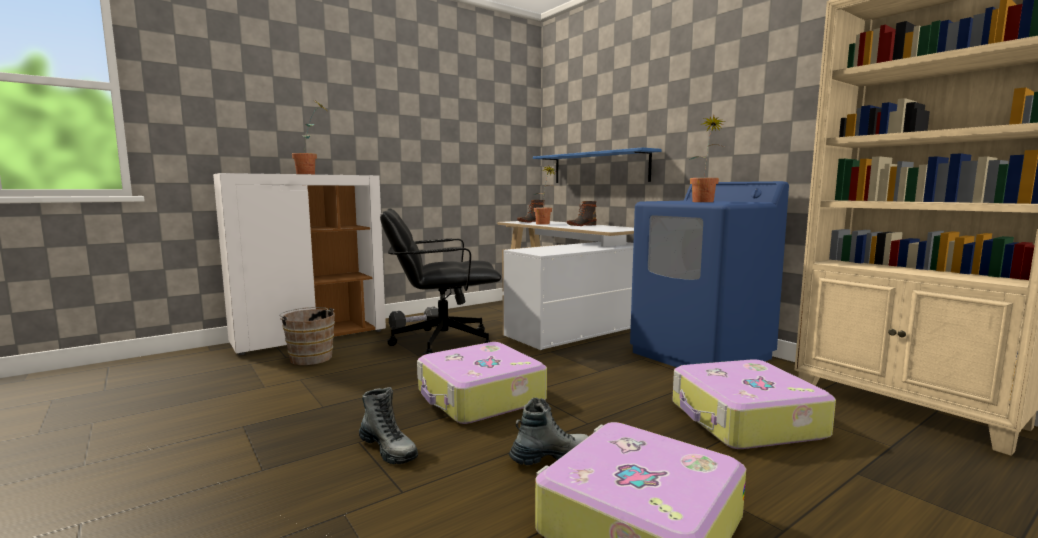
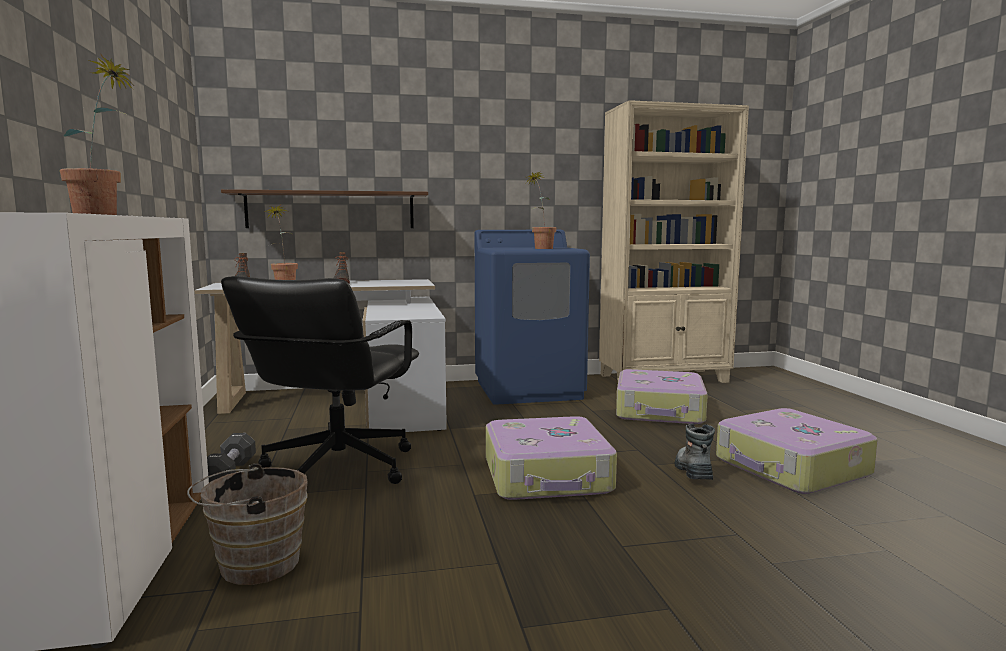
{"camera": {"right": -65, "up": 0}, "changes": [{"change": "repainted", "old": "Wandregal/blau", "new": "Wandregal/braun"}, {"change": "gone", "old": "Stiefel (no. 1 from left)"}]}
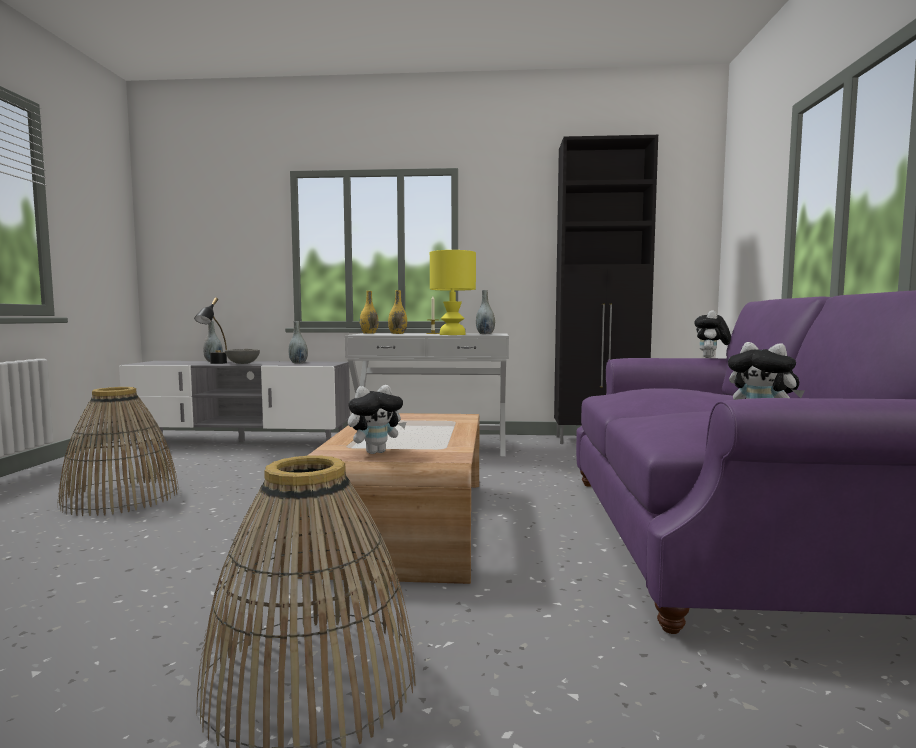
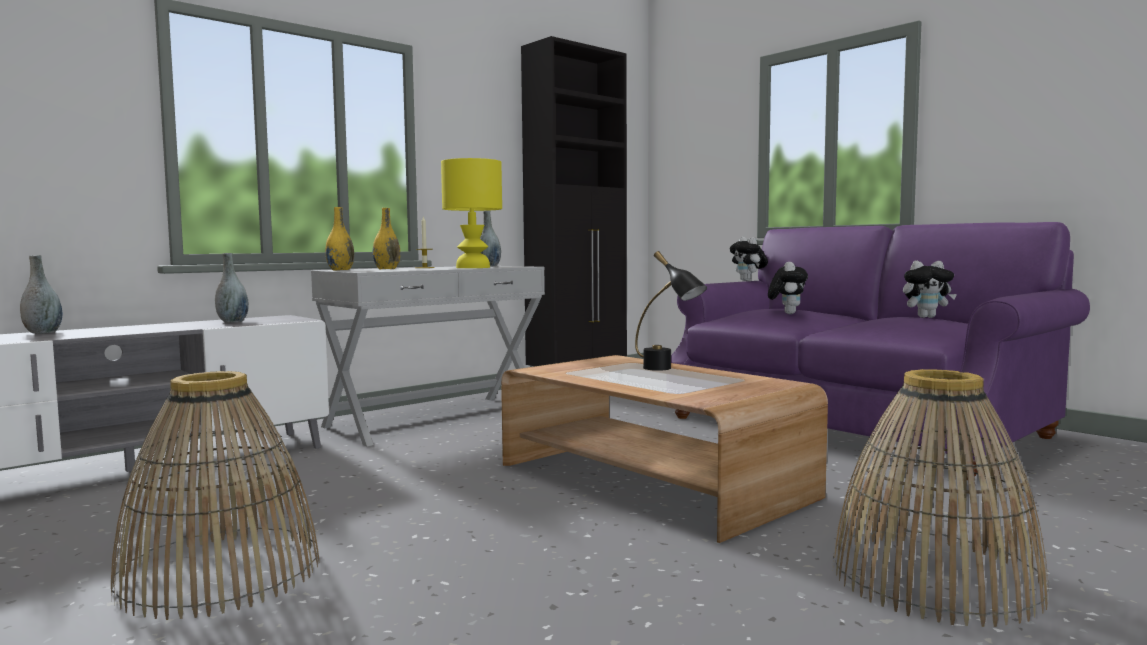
{"camera": {"right": -45, "up": 0}, "changes": [{"change": "shifted", "old": "Tischlampe/schwarz"}, {"change": "shifted", "old": "Plüschtier (no. 1 from left in the first image)", "new": "Plüschtier (no. 2 from left)"}, {"change": "gone", "old": "Schüssel/grau"}]}
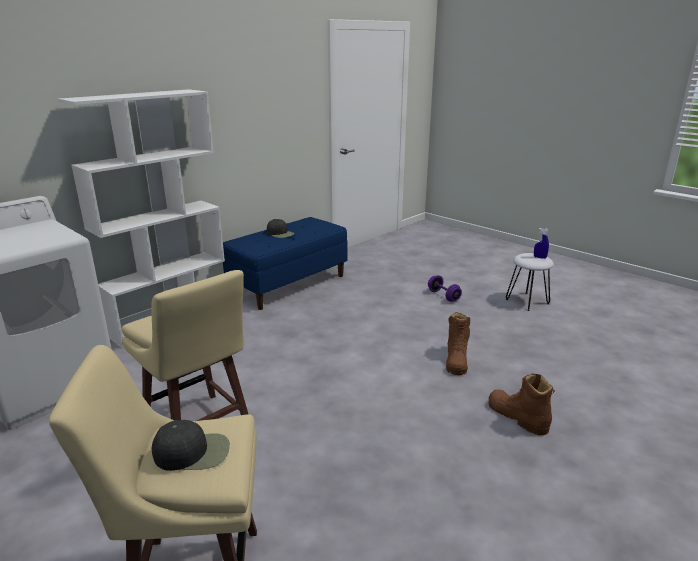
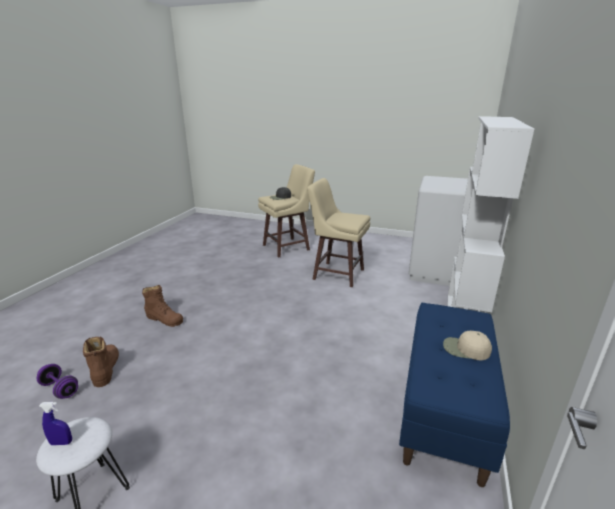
{"camera": {"right": 155, "up": 0}, "changes": [{"change": "shifted", "old": "Hantel/lila"}, {"change": "shifted", "old": "Stiefel/braun (no. 1 from left)"}, {"change": "repainted", "old": "Kappe/schwarz (no. 2 from left)", "new": "Kappe/beige"}]}
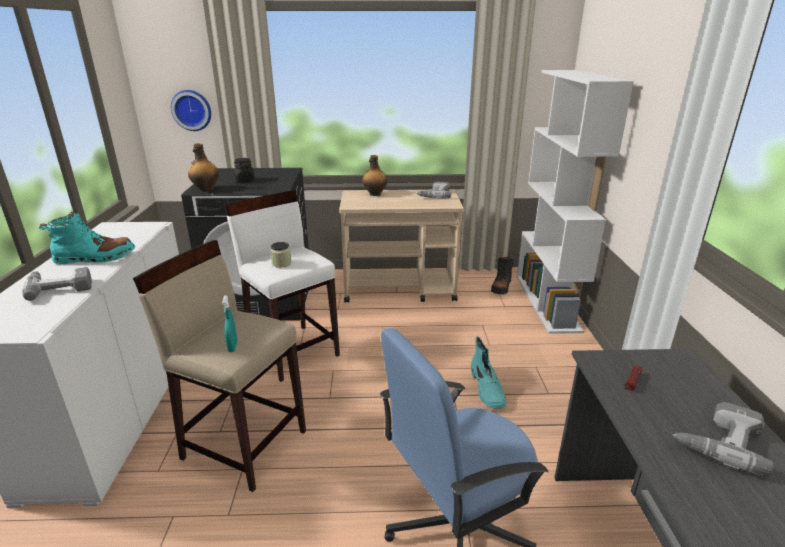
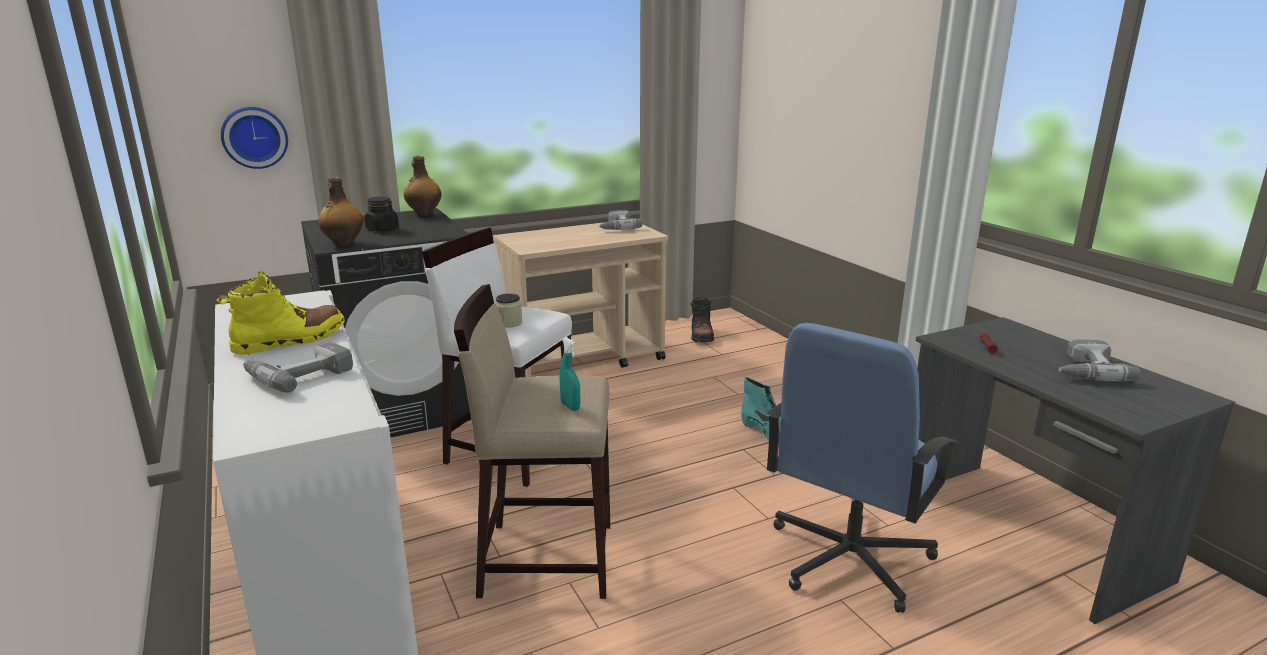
{"camera": {"right": -25, "up": -5}, "changes": [{"change": "repainted", "old": "Stiefel/türkis (no. 1 from left)", "new": "Stiefel/gelb"}, {"change": "shifted", "old": "Flasche (no. 2 from left)"}, {"change": "gone", "old": "Bücherregal/weiß"}]}
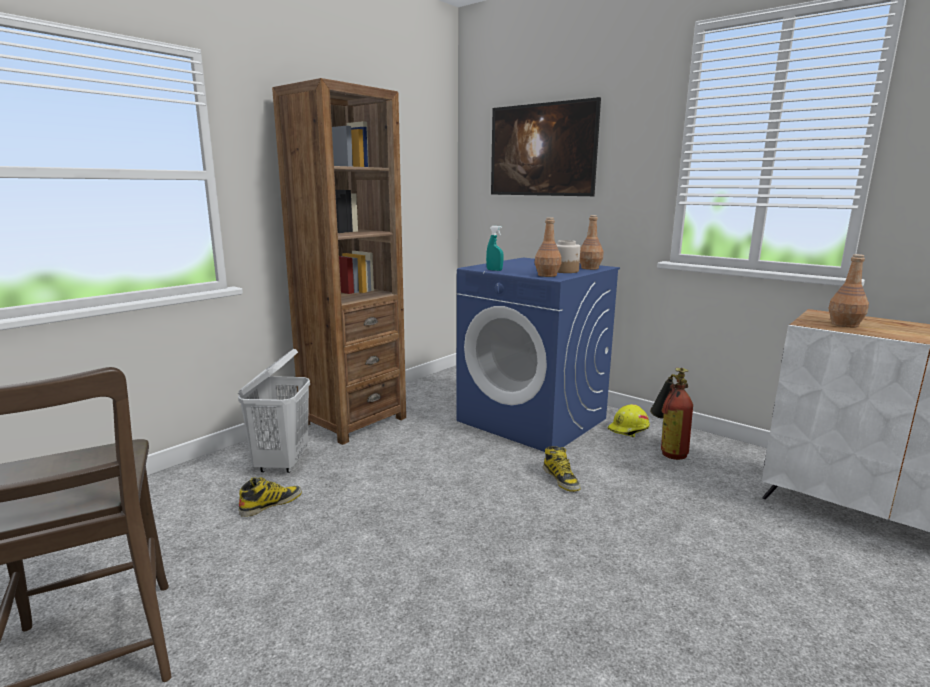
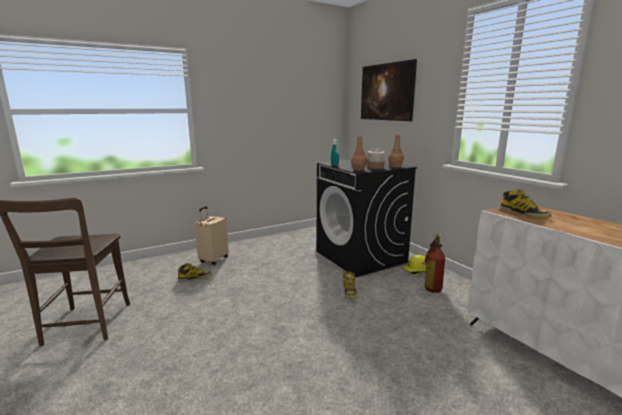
{"camera": {"right": 20, "up": 0}, "changes": [{"change": "swapped", "old": "Wäschekorb/weiß", "new": "Koffer/beige"}, {"change": "repainted", "old": "Waschmaschine/blau", "new": "Waschmaschine/schwarz"}, {"change": "swapped", "old": "Flasche/braun (no. 3 from left)", "new": "Stiefel (no. 3 from left)"}, {"change": "gone", "old": "Bücherregal/braun"}]}
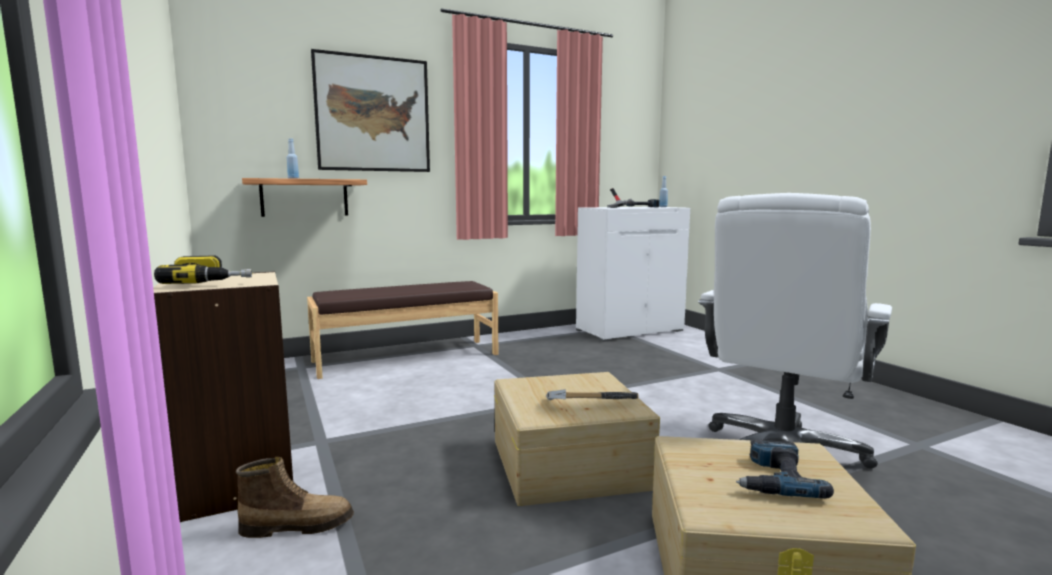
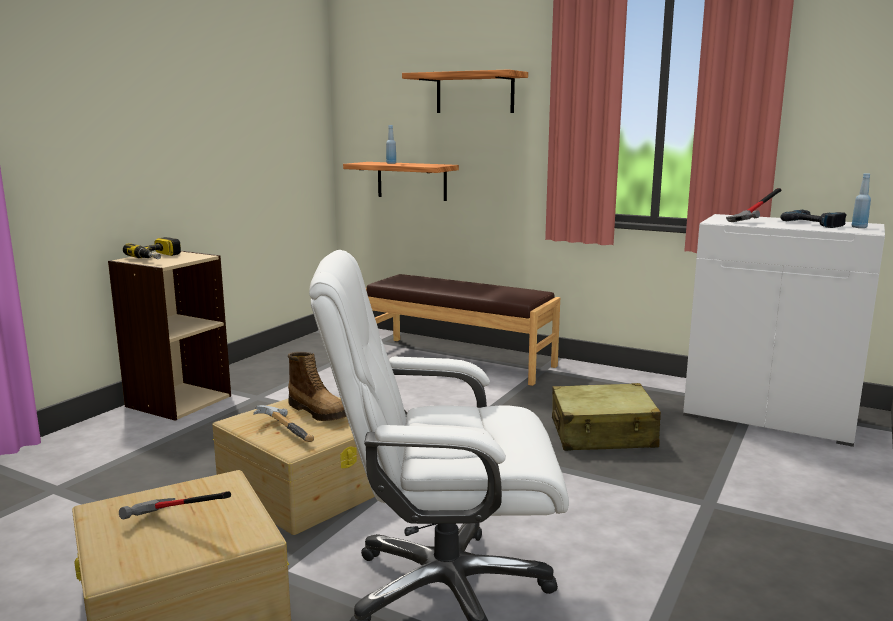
{"camera": {"right": 55, "up": 5}, "changes": [{"change": "swapped", "old": "Bohrmaschine (no. 3 from left)", "new": "Hammer (no. 1 from left)"}, {"change": "shifted", "old": "Stiefel"}, {"change": "swapped", "old": "Bild", "new": "Wandregal (no. 2 from left)"}, {"change": "new", "new": "Koffer/beige"}]}
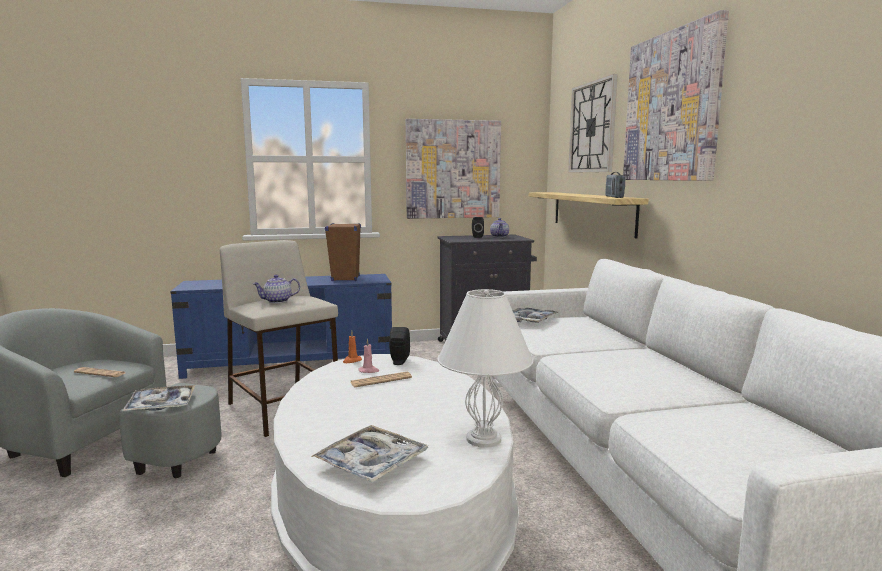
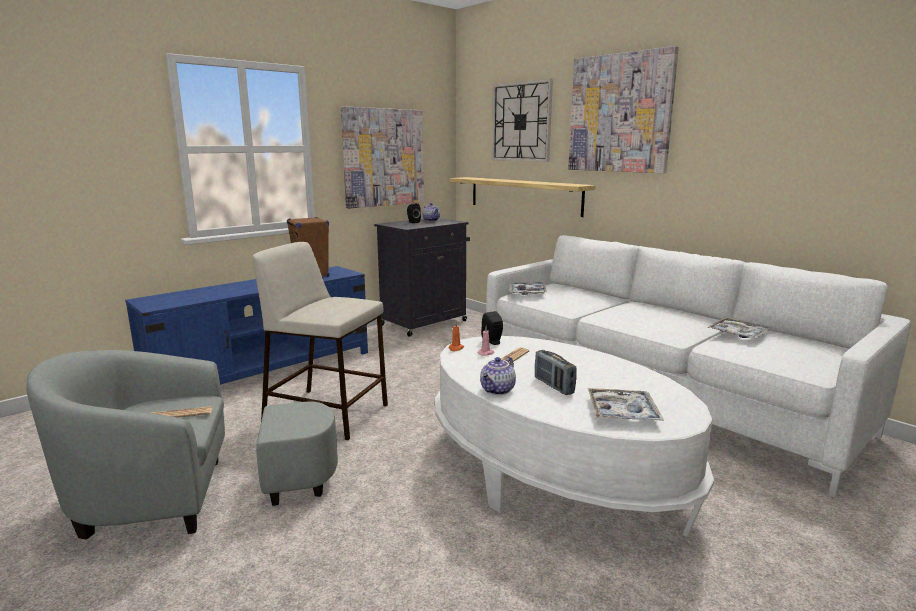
{"camera": {"right": -30, "up": 5}, "changes": [{"change": "shifted", "old": "Teekanne (no. 1 from left in the first image)", "new": "Teekanne (no. 2 from left)"}, {"change": "shifted", "old": "Radio"}, {"change": "shifted", "old": "Tablett (no. 1 from left in the first image)", "new": "Tablett (no. 3 from left)"}, {"change": "gone", "old": "Tischlampe/weiß"}]}
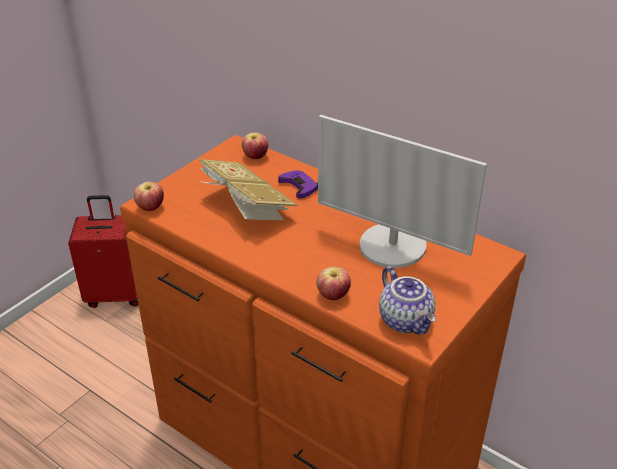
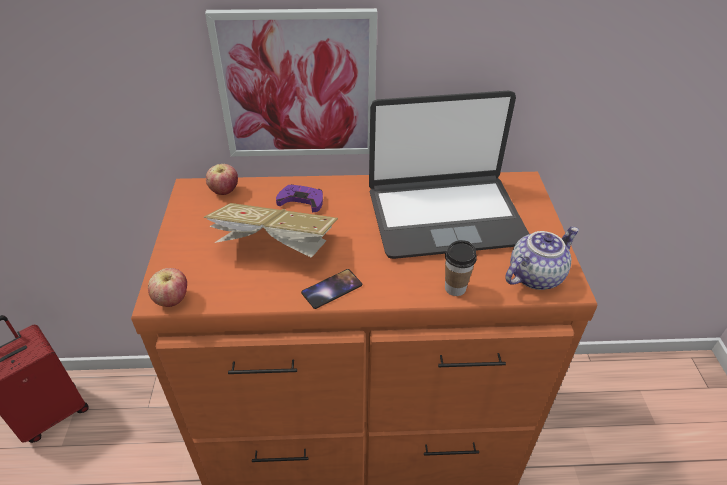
{"camera": {"right": -40, "up": 5}, "changes": [{"change": "new", "new": "Bild"}, {"change": "new", "new": "Handy"}, {"change": "swapped", "old": "Monitor", "new": "Laptop"}, {"change": "swapped", "old": "Apfel (no. 3 from left)", "new": "Tasse"}, {"change": "rotated", "old": "Teekanne", "degrees": -60}]}
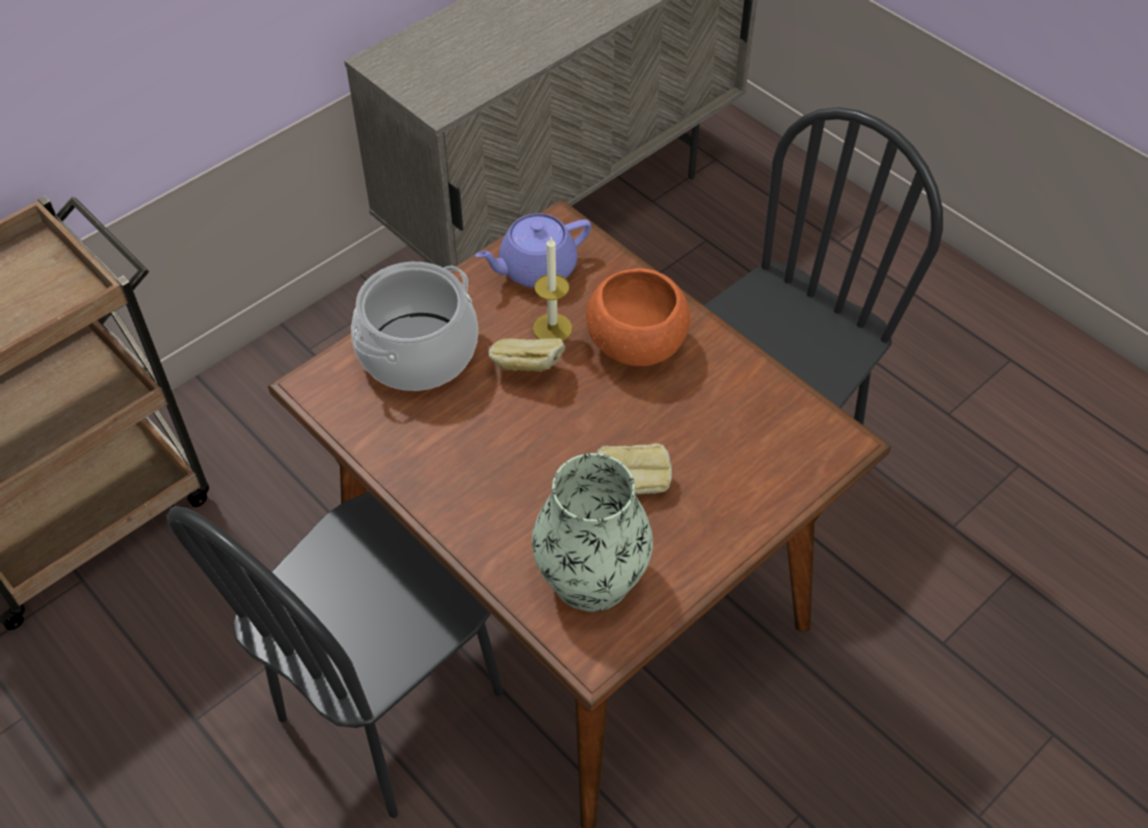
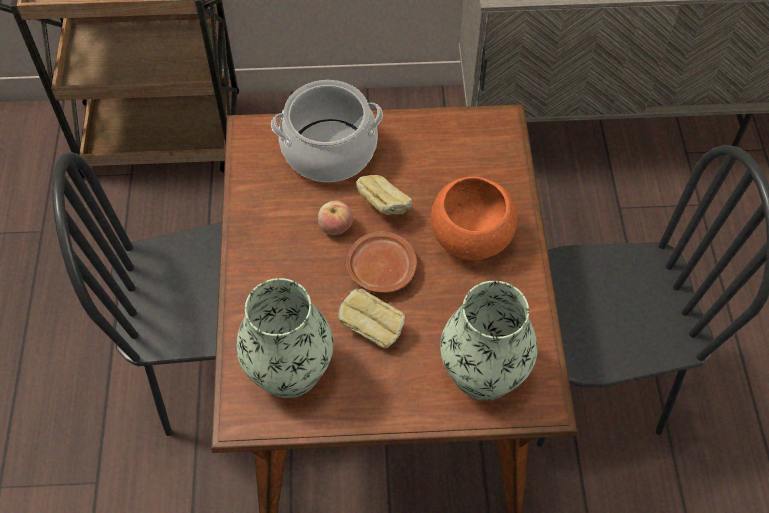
{"camera": {"right": 40, "up": 5}, "changes": [{"change": "new", "new": "Apfel"}, {"change": "new", "new": "Teller/braun"}, {"change": "new", "new": "Vase (no. 2 from left)"}, {"change": "gone", "old": "Teekanne/lila"}, {"change": "gone", "old": "Kerze"}]}
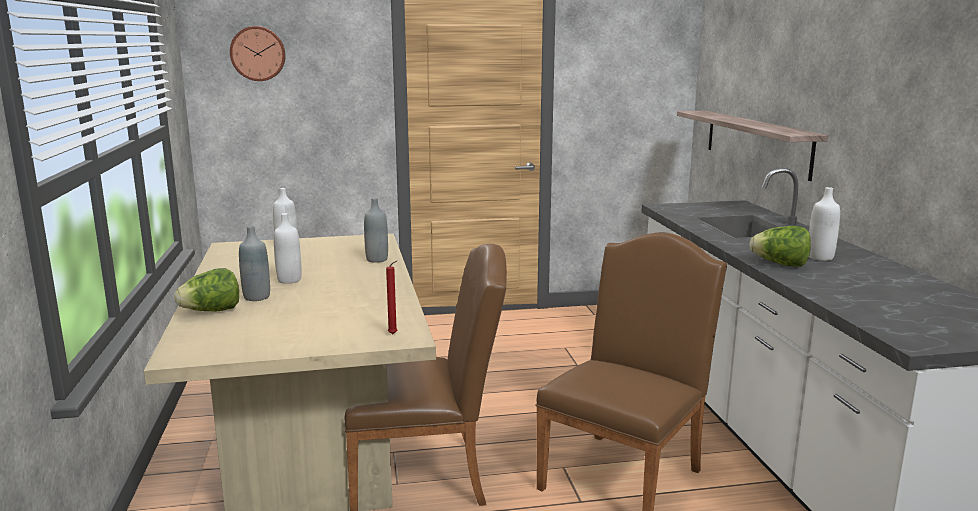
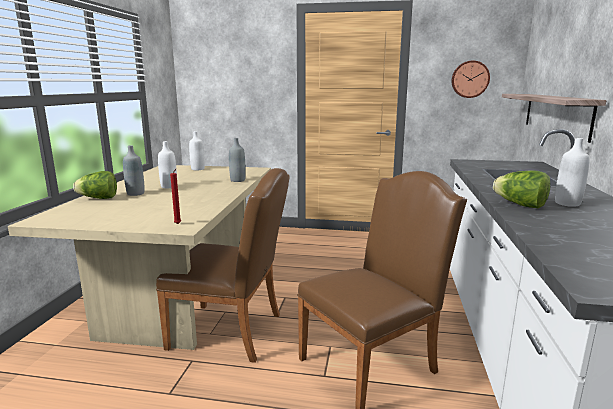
{"camera": {"right": 20, "up": 0}, "changes": [{"change": "shifted", "old": "Wanduhr"}]}
